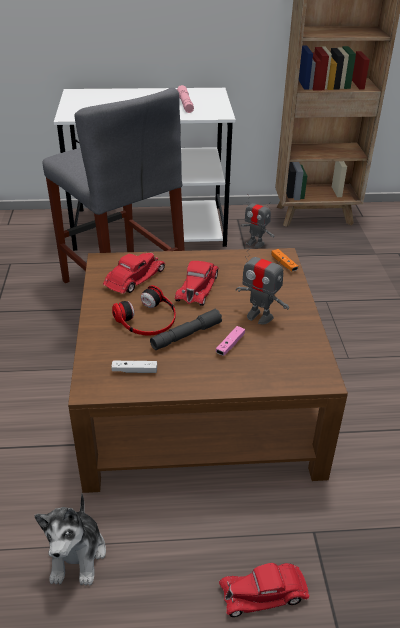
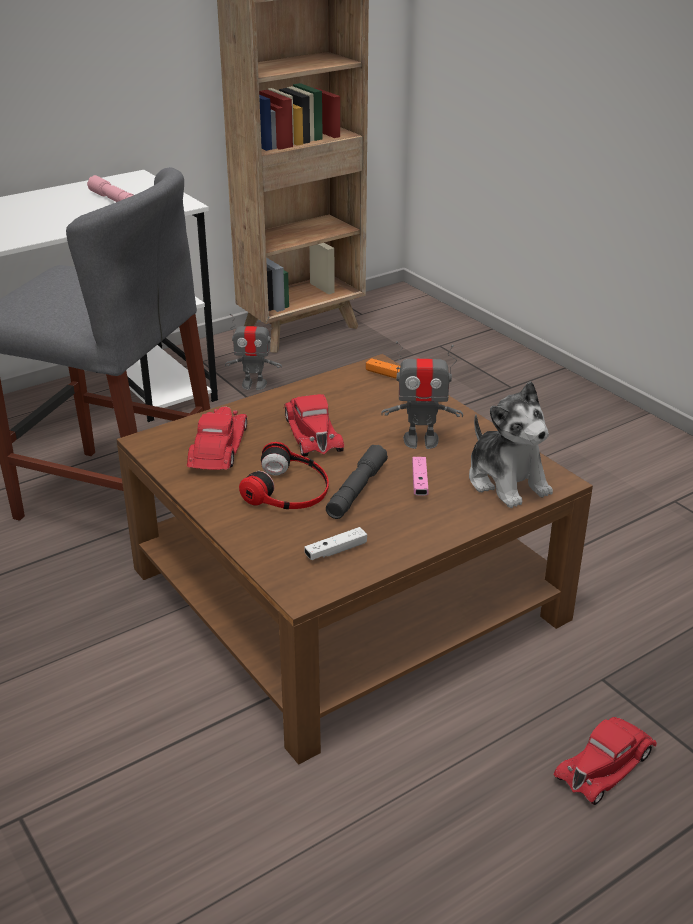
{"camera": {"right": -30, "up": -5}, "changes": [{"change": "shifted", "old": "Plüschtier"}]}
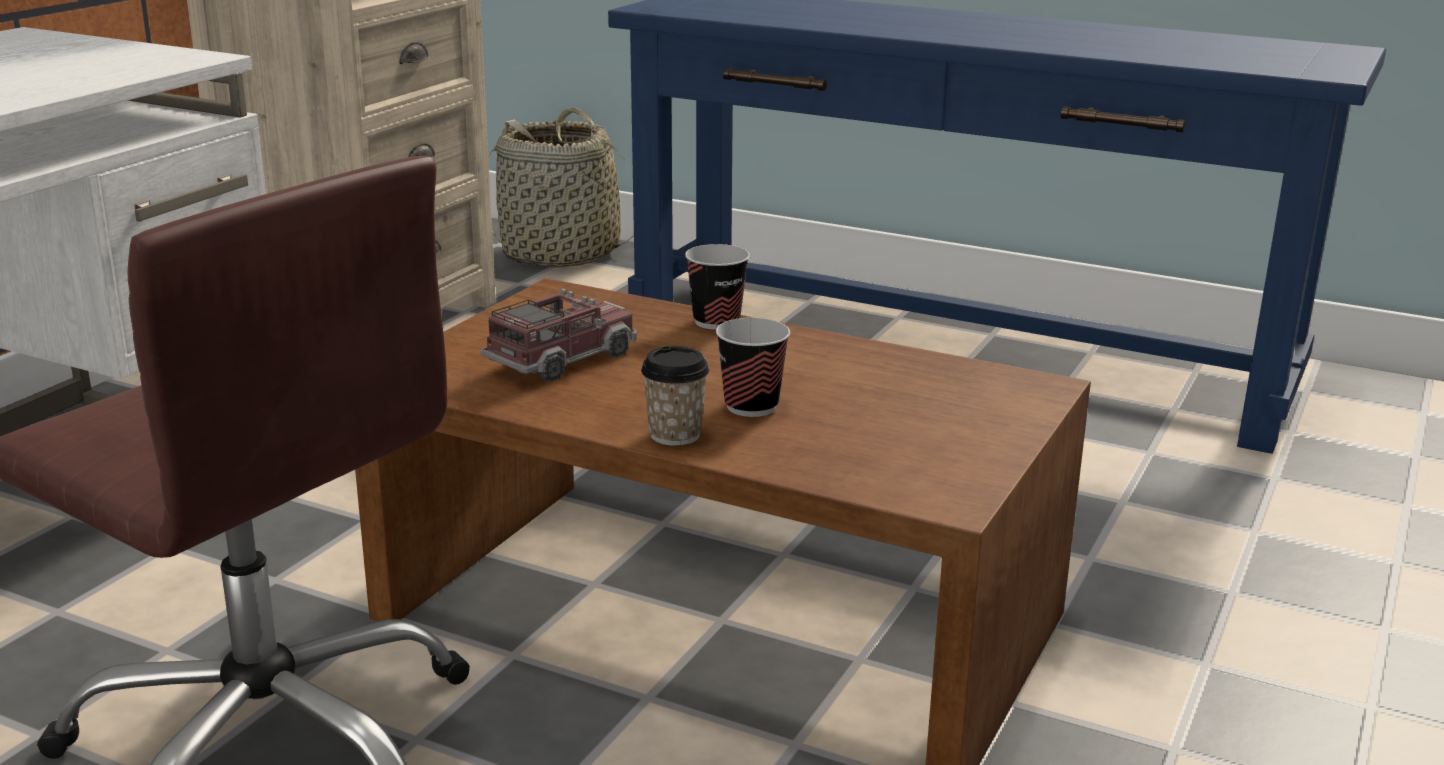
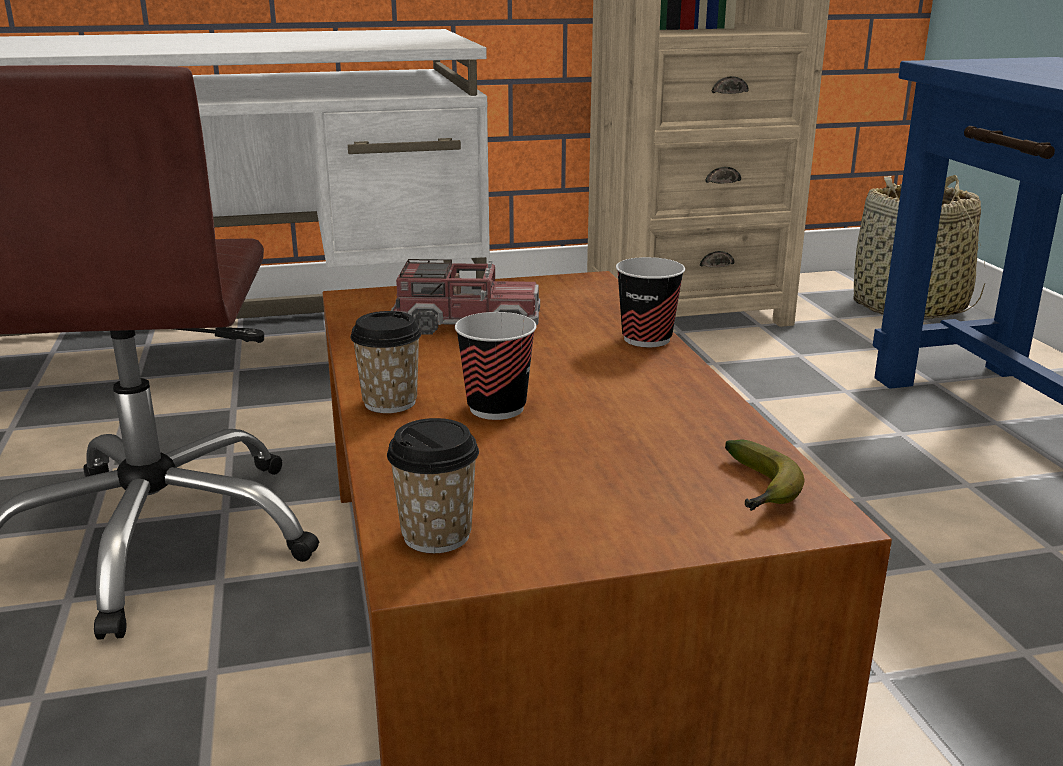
{"camera": {"right": 50, "up": 0}, "changes": [{"change": "new", "new": "Tasse (no. 2 from left)"}, {"change": "new", "new": "Banane"}]}
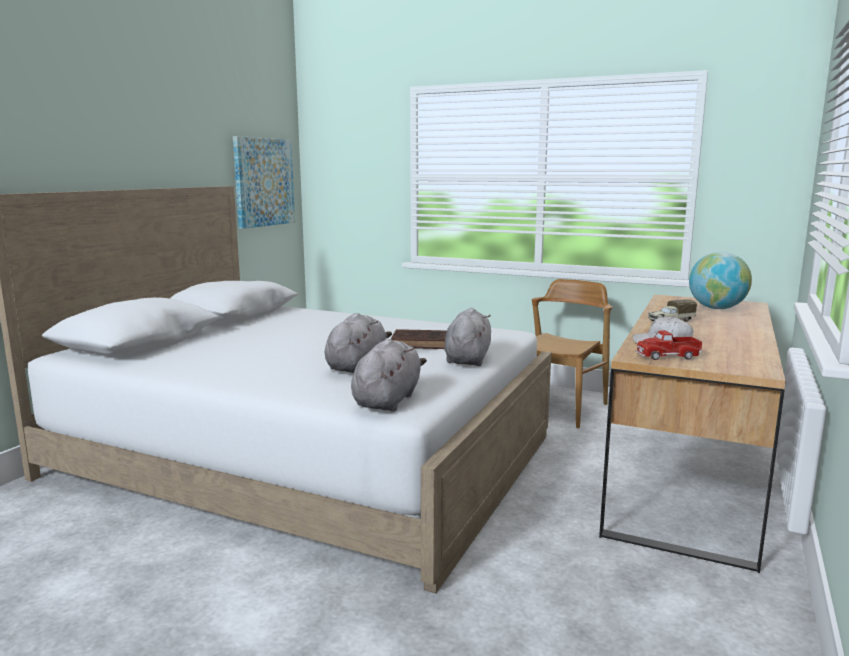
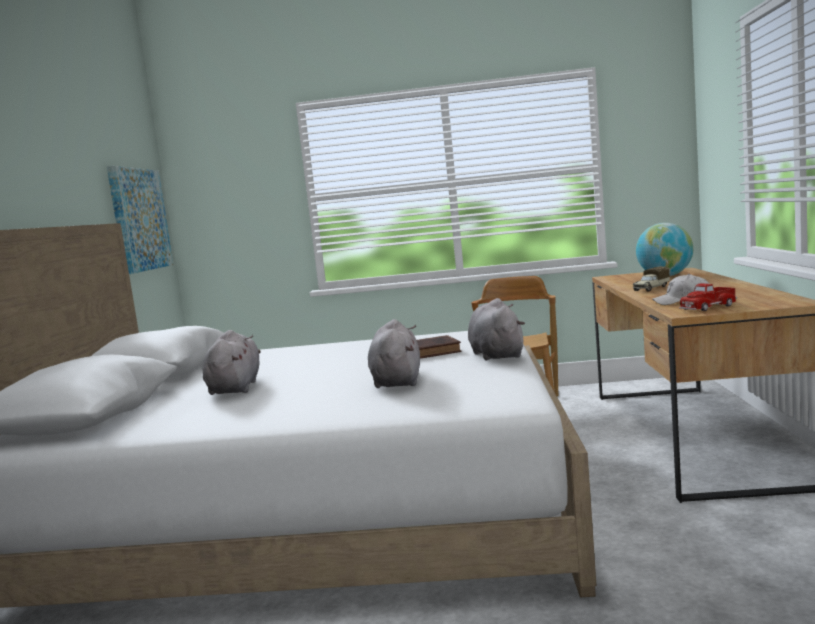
{"camera": {"right": -20, "up": -5}, "changes": [{"change": "shifted", "old": "Plüschtier/grau (no. 2 from left in the first image)", "new": "Plüschtier/grau (no. 1 from left)"}]}
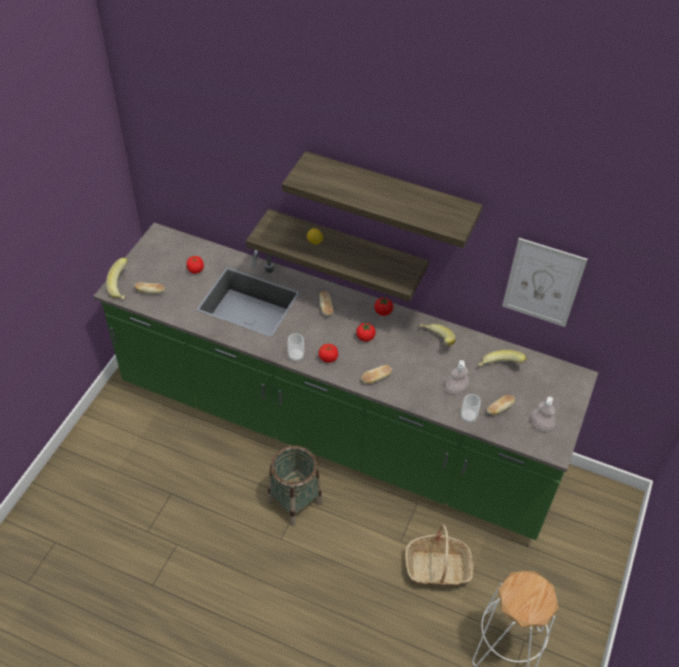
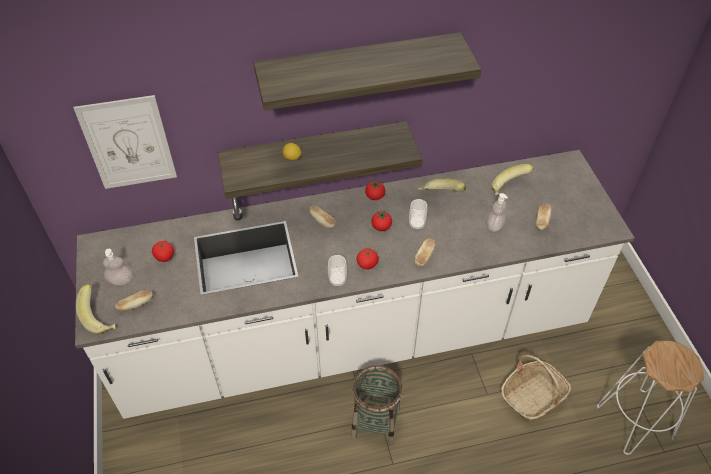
{"camera": {"right": -35, "up": 0}, "changes": [{"change": "shifted", "old": "Bild"}, {"change": "repainted", "old": "Küchenzeile/grün", "new": "Küchenzeile/weiß"}, {"change": "shifted", "old": "Seifenspender (no. 2 from left in the first image)", "new": "Seifenspender (no. 1 from left)"}, {"change": "shifted", "old": "Tasse (no. 2 from left)"}]}
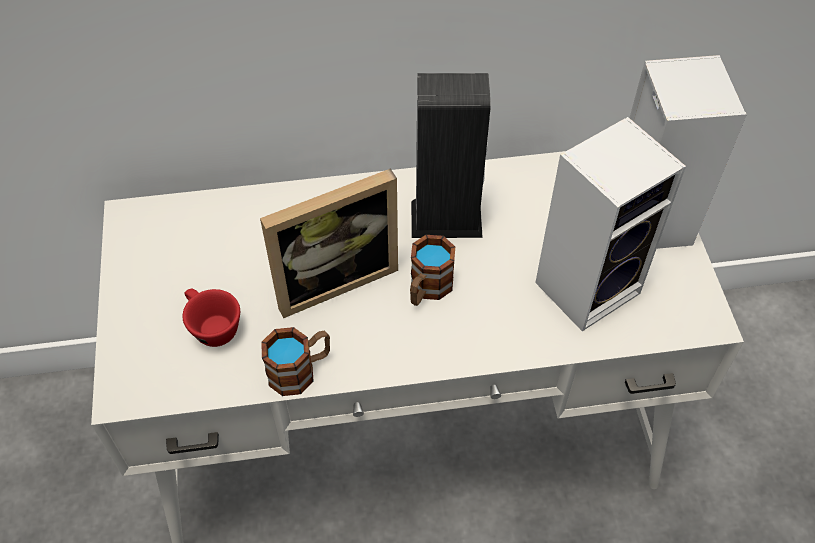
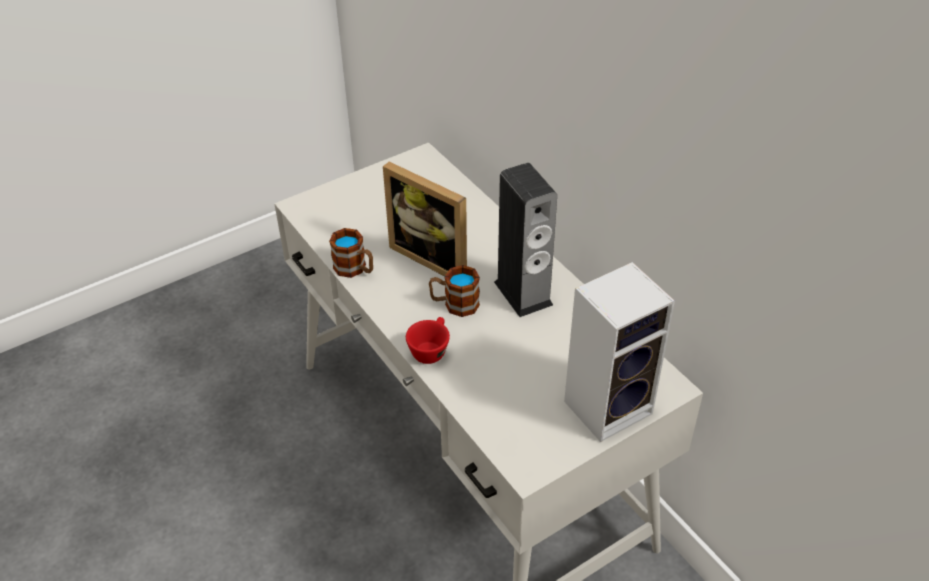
{"camera": {"right": 65, "up": -10}, "changes": [{"change": "shifted", "old": "Tasse/rot"}, {"change": "gone", "old": "Lautsprecher (no. 2 from left)"}]}
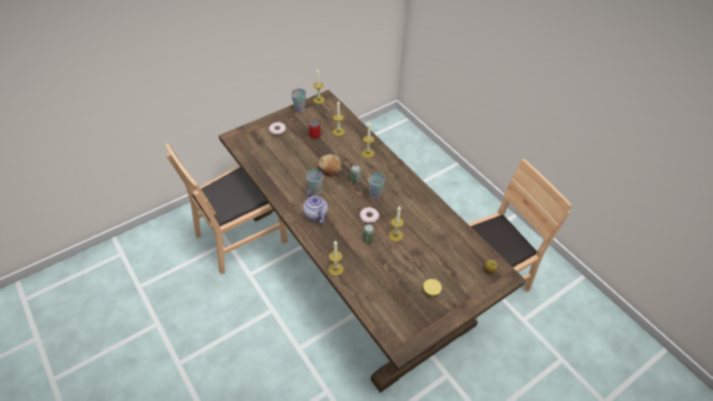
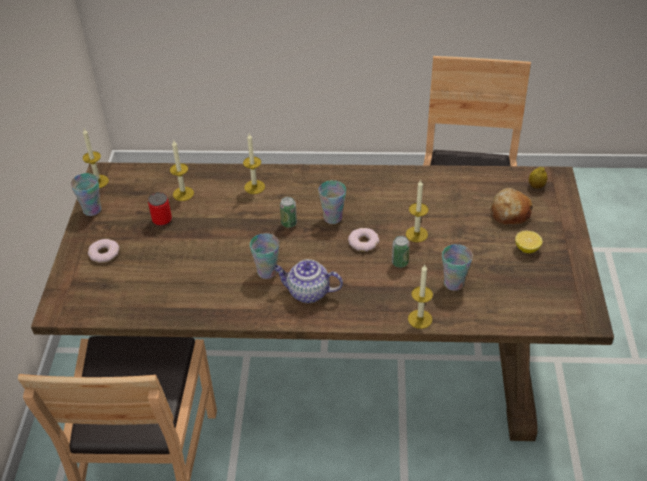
{"camera": {"right": -50, "up": -5}, "changes": [{"change": "new", "new": "Tasse (no. 4 from left)"}, {"change": "shifted", "old": "Brot"}]}
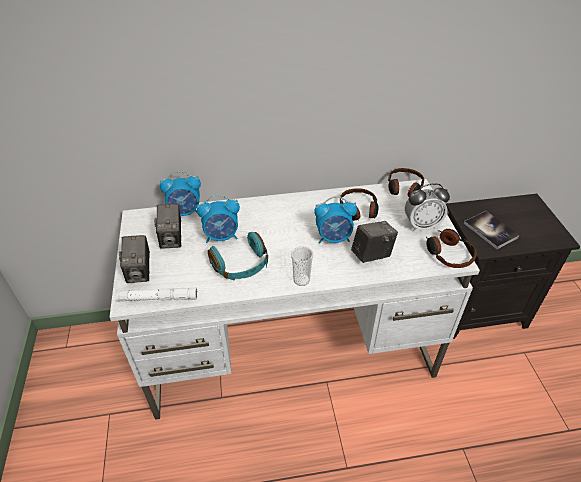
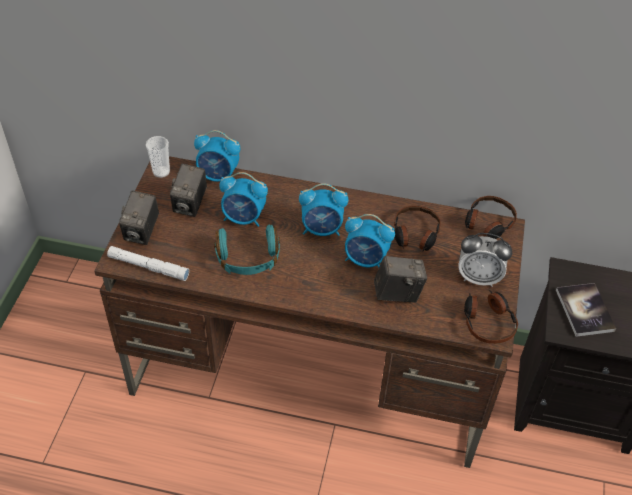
{"camera": {"right": 20, "up": 5}, "changes": [{"change": "repainted", "old": "Schreibtisch/weiß", "new": "Schreibtisch/braun"}, {"change": "shifted", "old": "Tasse"}, {"change": "new", "new": "Wecker (no. 3 from left)"}]}
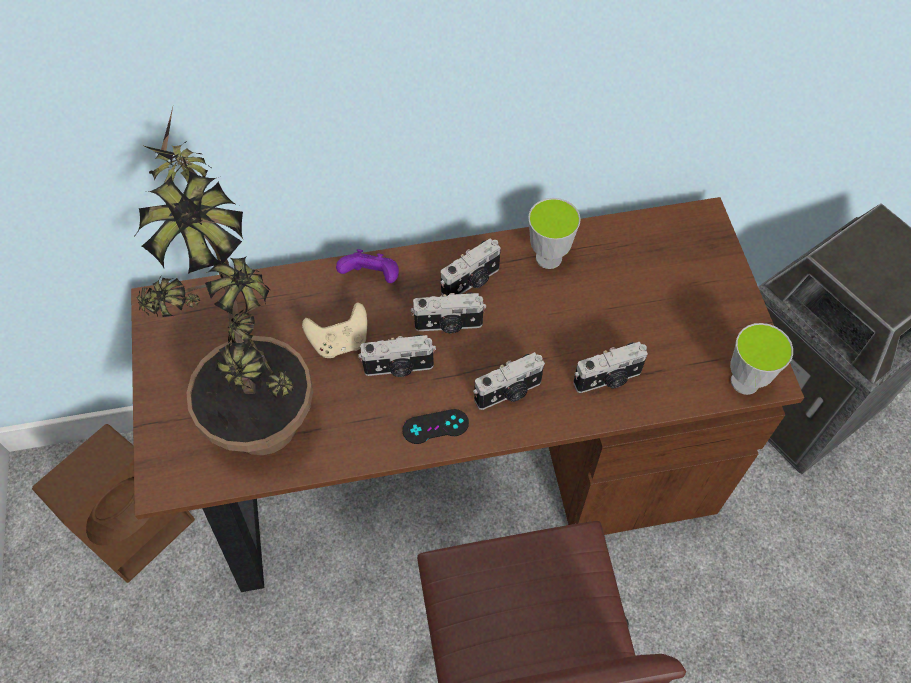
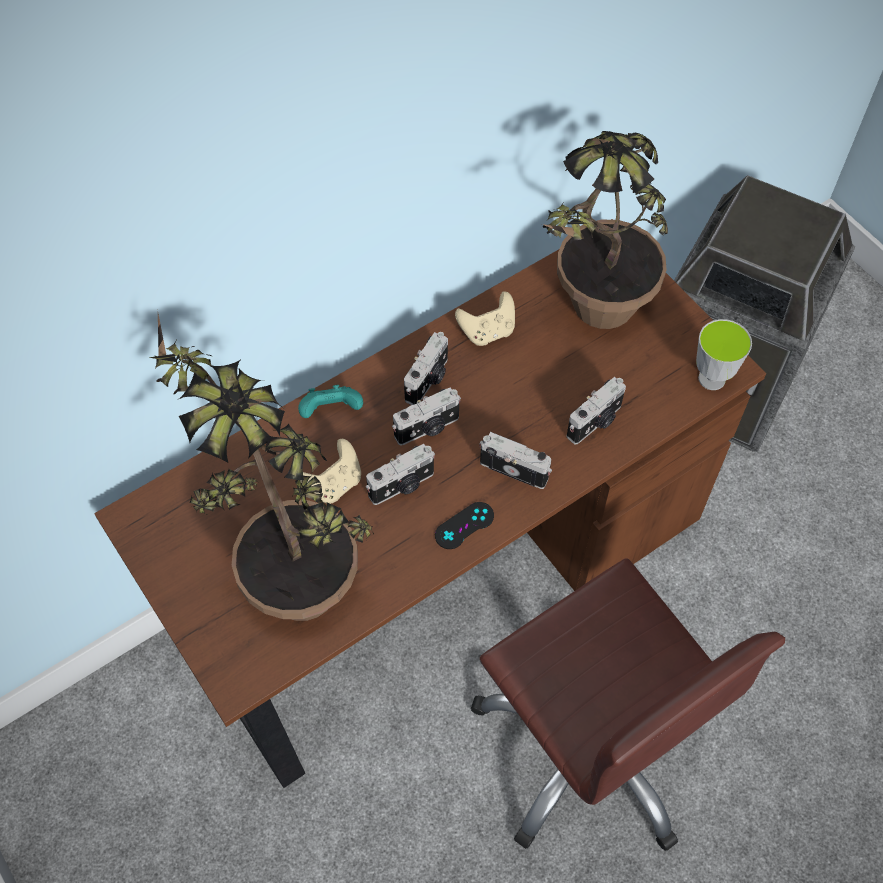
{"camera": {"right": -25, "up": 0}, "changes": [{"change": "repainted", "old": "Gamepad/lila", "new": "Gamepad/türkis"}, {"change": "swapped", "old": "Tasse (no. 1 from left)", "new": "Gamepad/beige (no. 2 from left)"}, {"change": "rotated", "old": "Kamera (no. 4 from left)", "degrees": -105}, {"change": "new", "new": "Topfpflanze (no. 2 from left)"}, {"change": "gone", "old": "Lautsprecher/braun"}]}
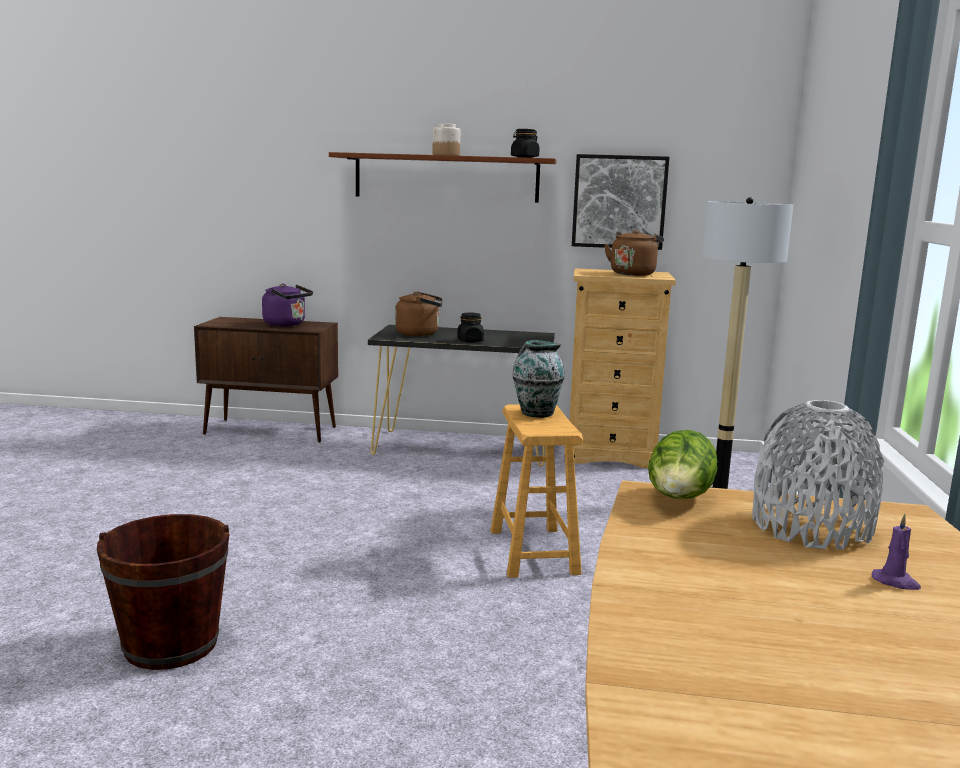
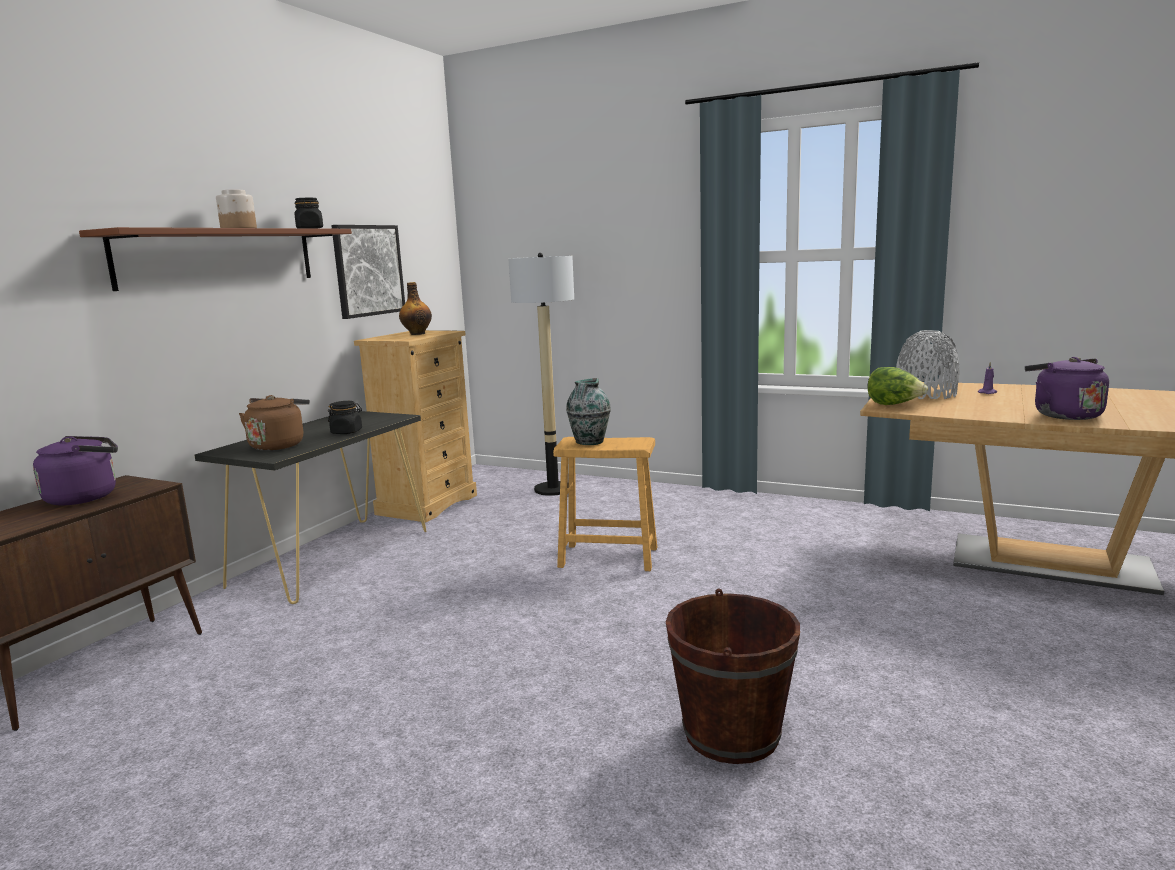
{"camera": {"right": -70, "up": 0}, "changes": [{"change": "swapped", "old": "Wasserkessel/braun (no. 2 from left)", "new": "Flasche"}, {"change": "new", "new": "Wasserkessel/lila (no. 2 from left)"}]}
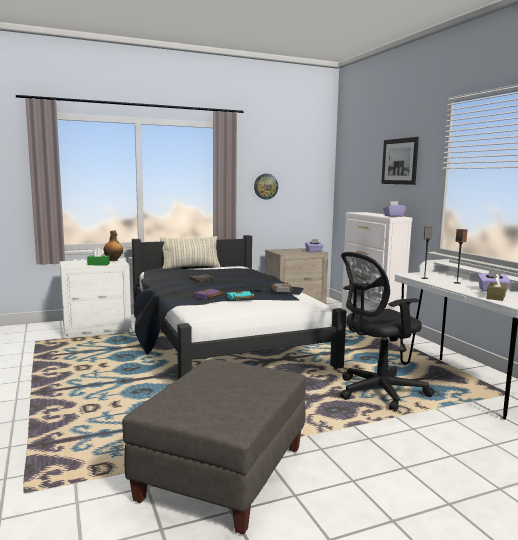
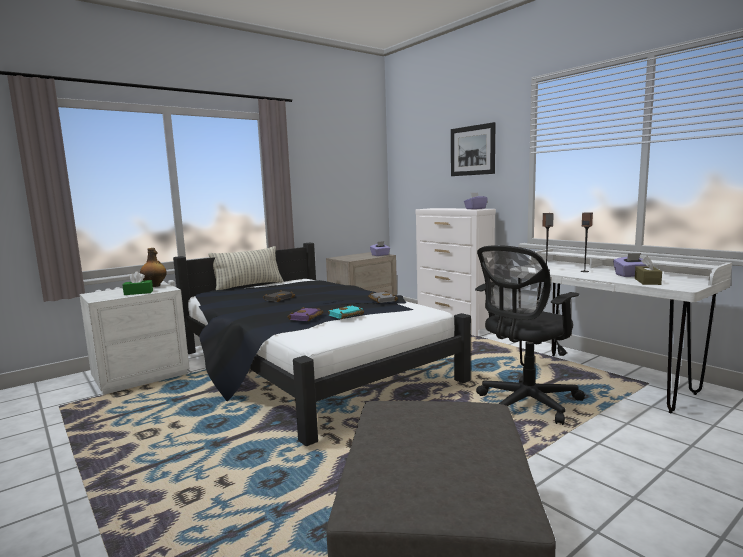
{"camera": {"right": -15, "up": 0}, "changes": [{"change": "gone", "old": "Wanduhr"}]}
